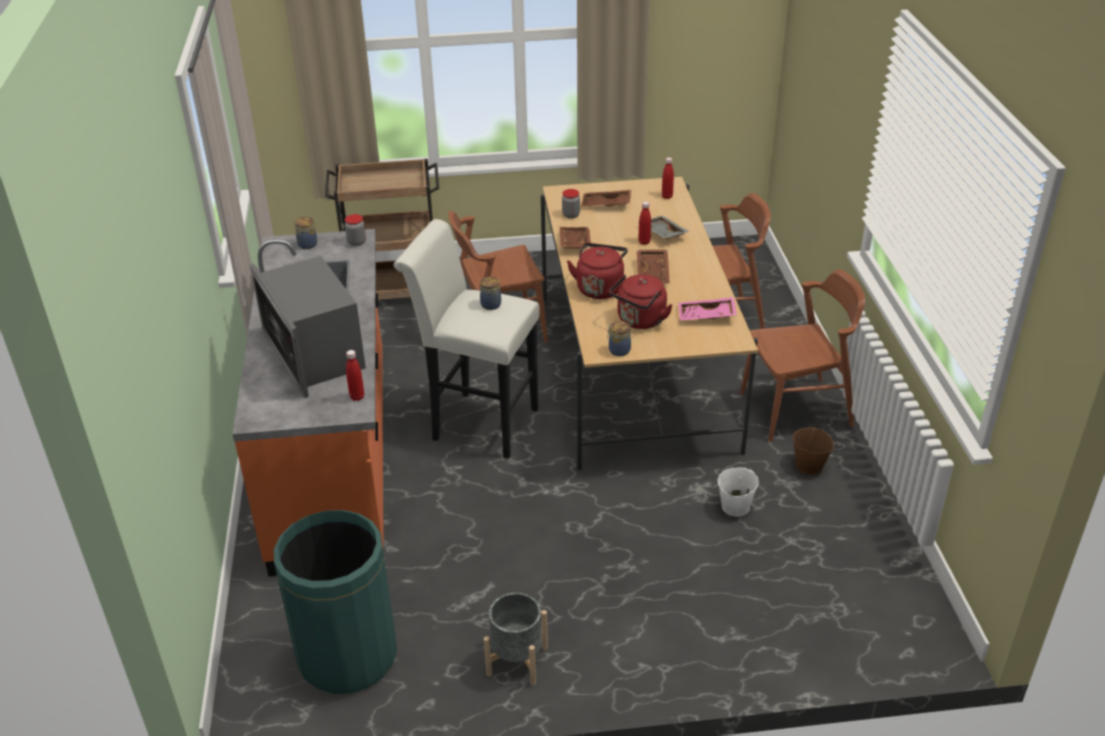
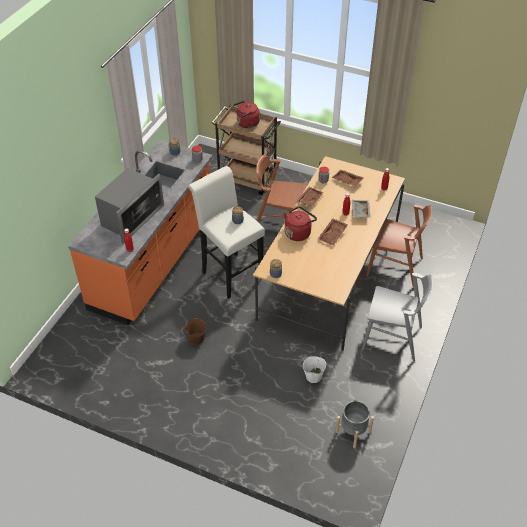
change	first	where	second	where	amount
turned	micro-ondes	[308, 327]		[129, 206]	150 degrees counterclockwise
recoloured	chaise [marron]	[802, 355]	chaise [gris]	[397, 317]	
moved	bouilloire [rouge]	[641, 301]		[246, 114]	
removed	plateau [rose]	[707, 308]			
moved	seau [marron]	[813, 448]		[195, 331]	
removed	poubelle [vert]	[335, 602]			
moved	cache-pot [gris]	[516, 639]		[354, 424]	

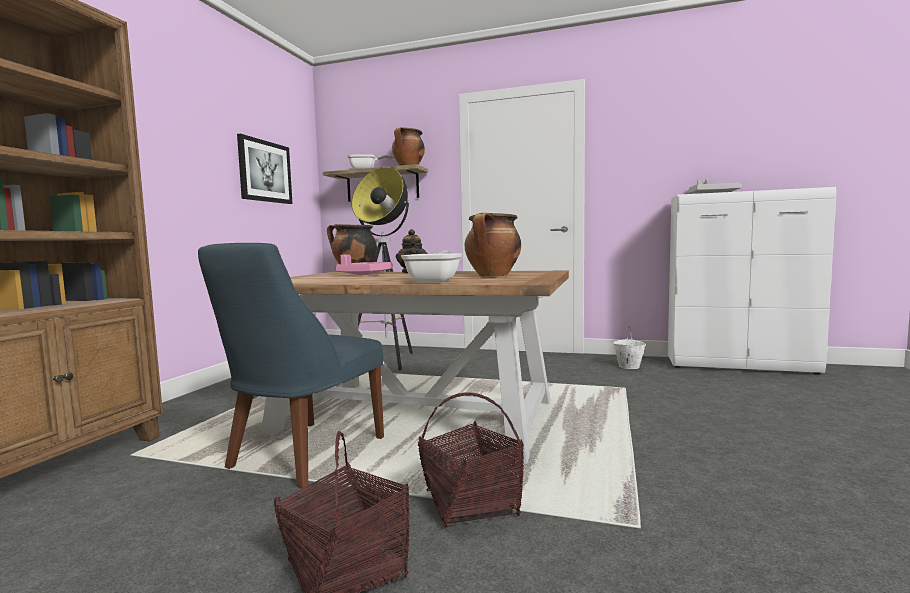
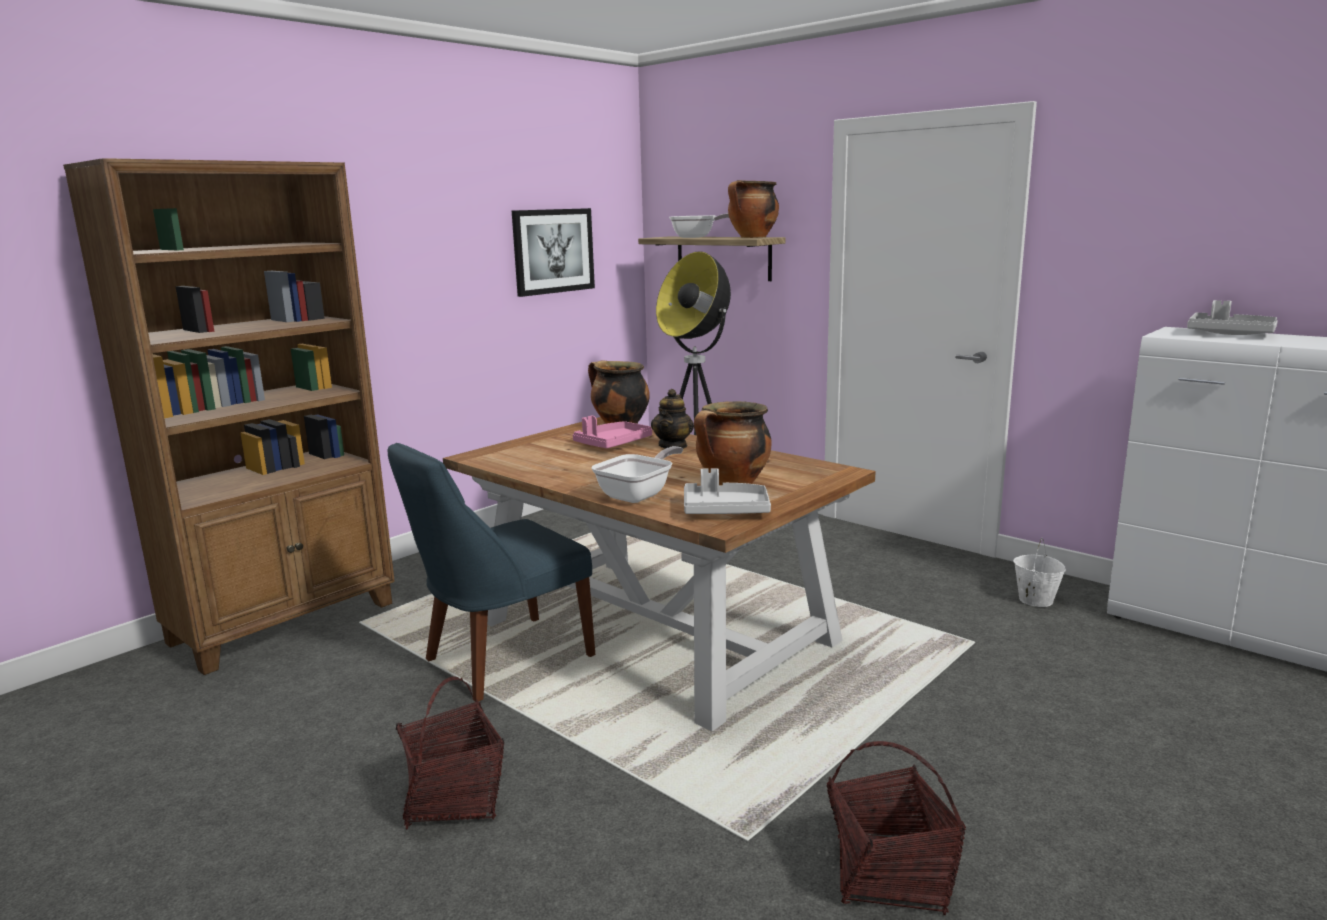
change	first	where	second	where	amount
moved	panier	[471, 460]		[896, 828]	
added			plateau [gris]	[727, 491]	

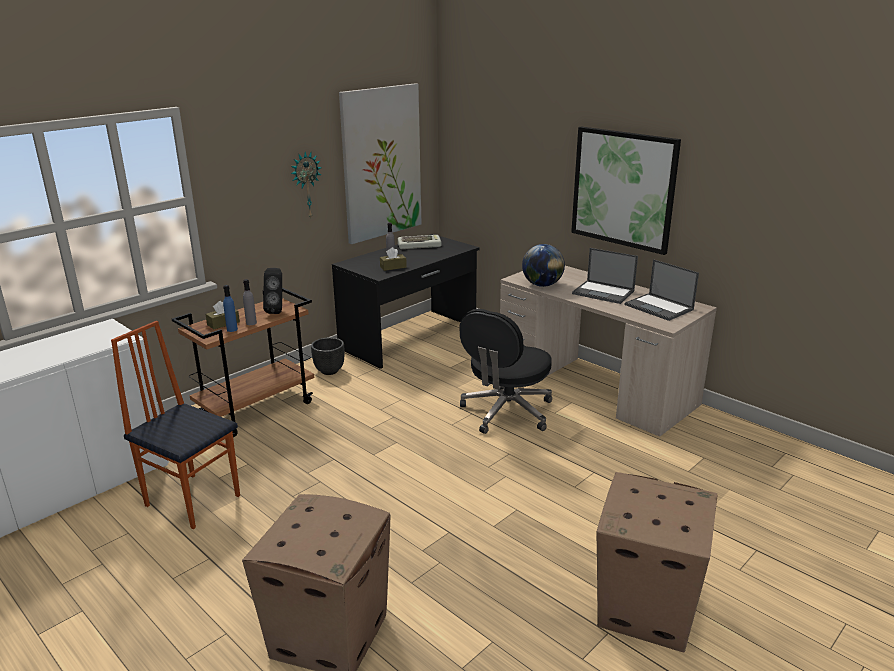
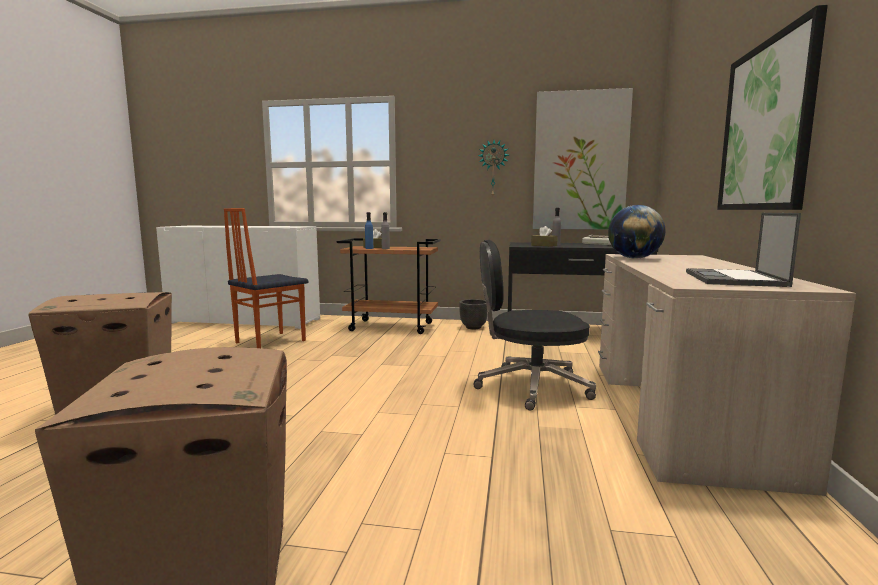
change	first	where	second	where	amount
removed	ordinateur portable	[605, 276]			
removed	enceinte [noir]	[272, 291]			
turned	chaise	[175, 425]		[266, 278]	135 degrees counterclockwise

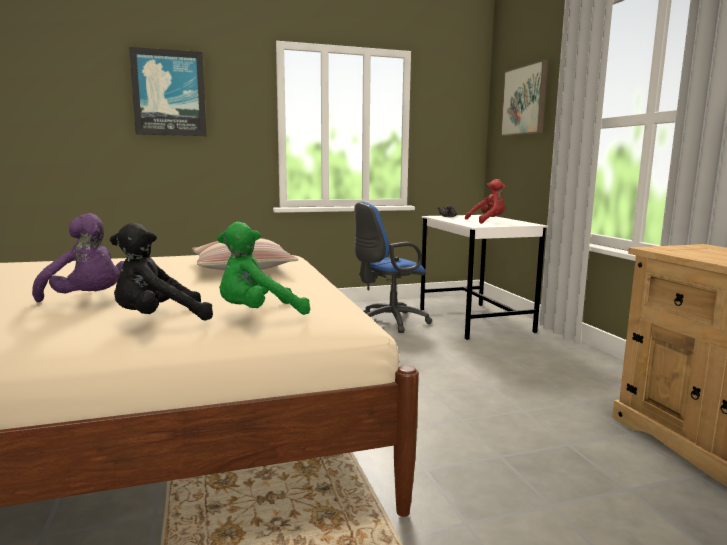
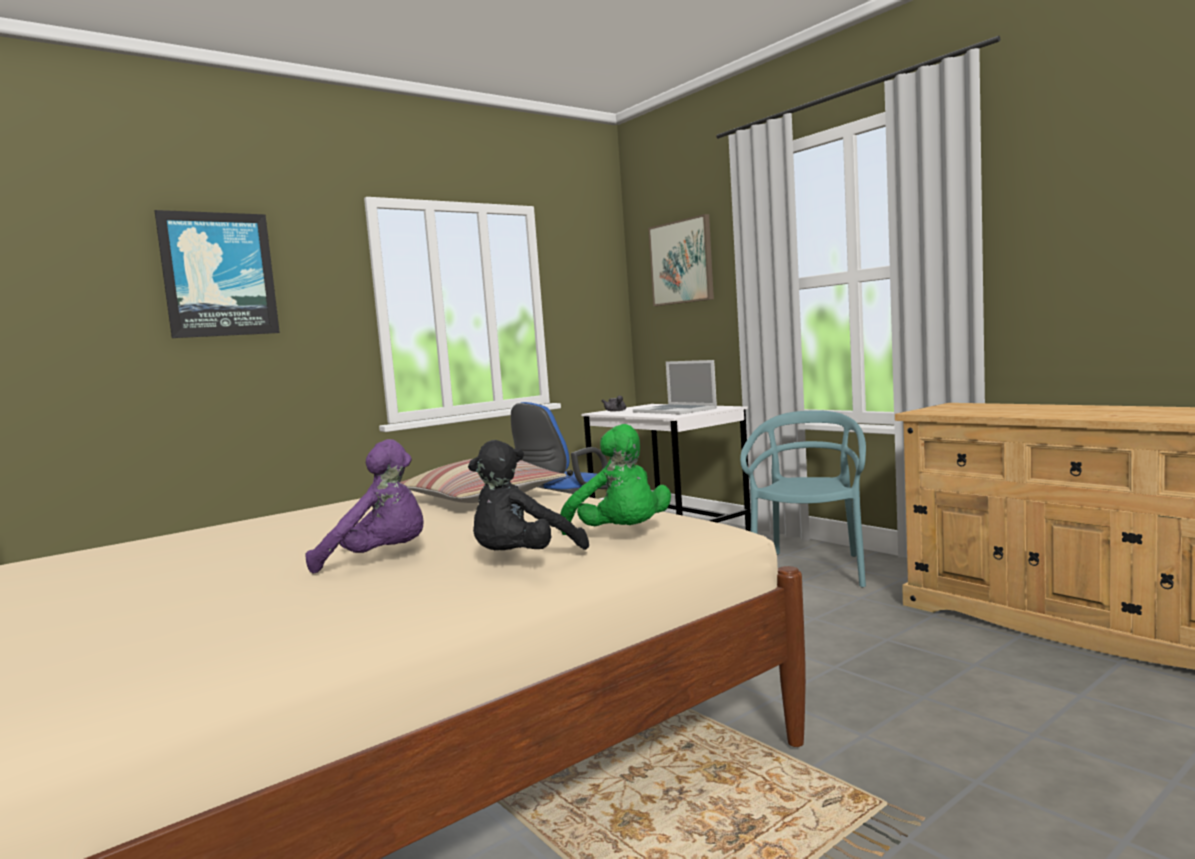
change	first	where	second	where	amount
replaced	peluche [rouge]	[485, 201]	ordinateur portable	[675, 387]	
turned	peluche [vert]	[263, 268]		[615, 479]	75 degrees counterclockwise
added			chaise [turquoise]	[803, 498]	

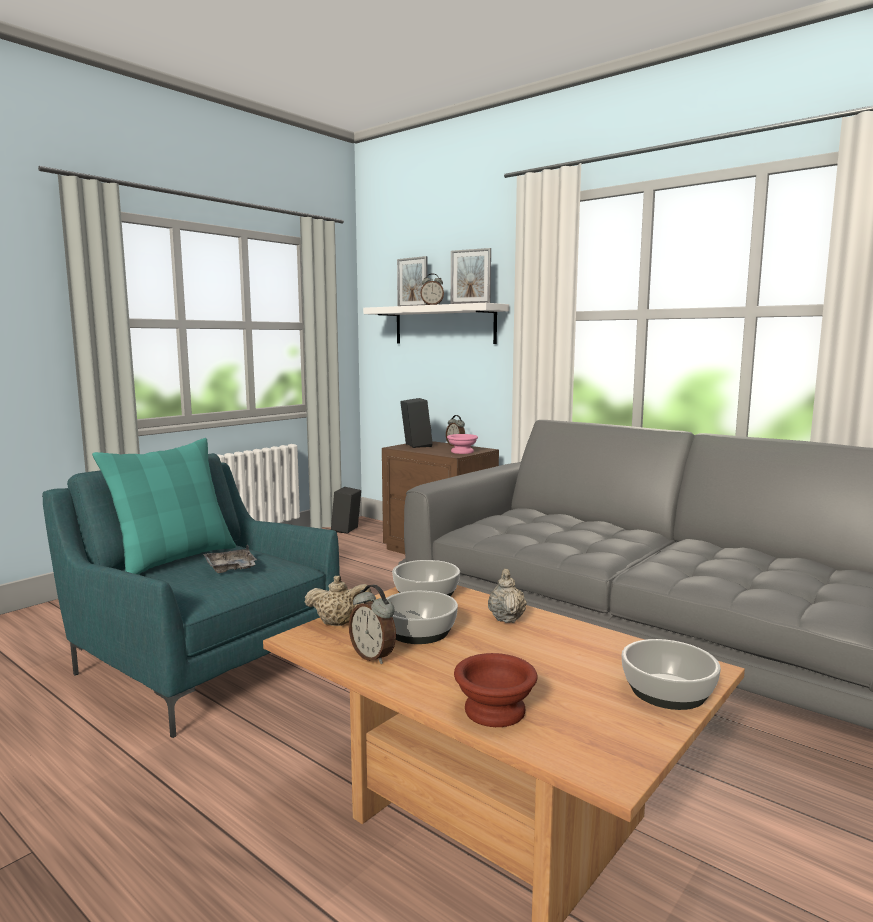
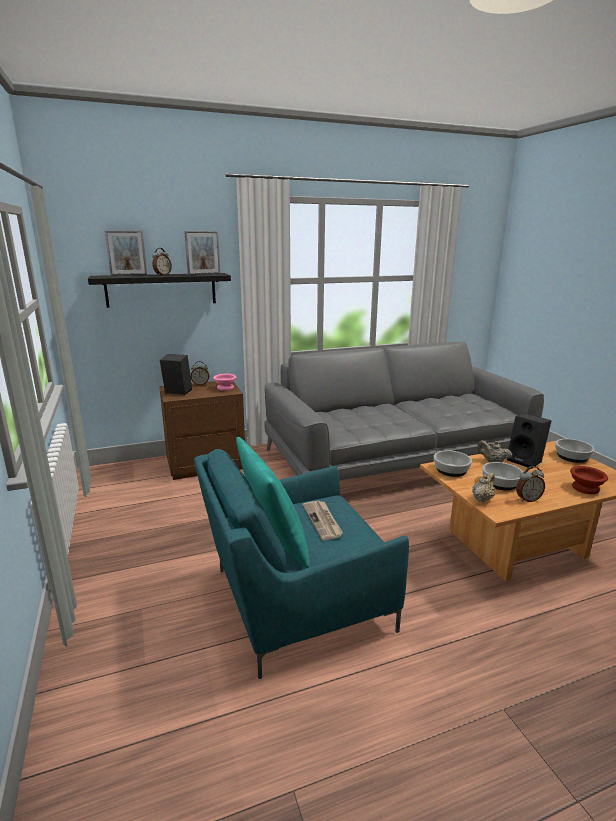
change	first	where	second	where	amount
recoloured	étagère [blanc]	[436, 323]	étagère [noir]	[159, 290]	
moved	enceinte [noir]	[346, 510]		[529, 441]	
replaced	plateau [gris]	[230, 559]	journal	[322, 521]	

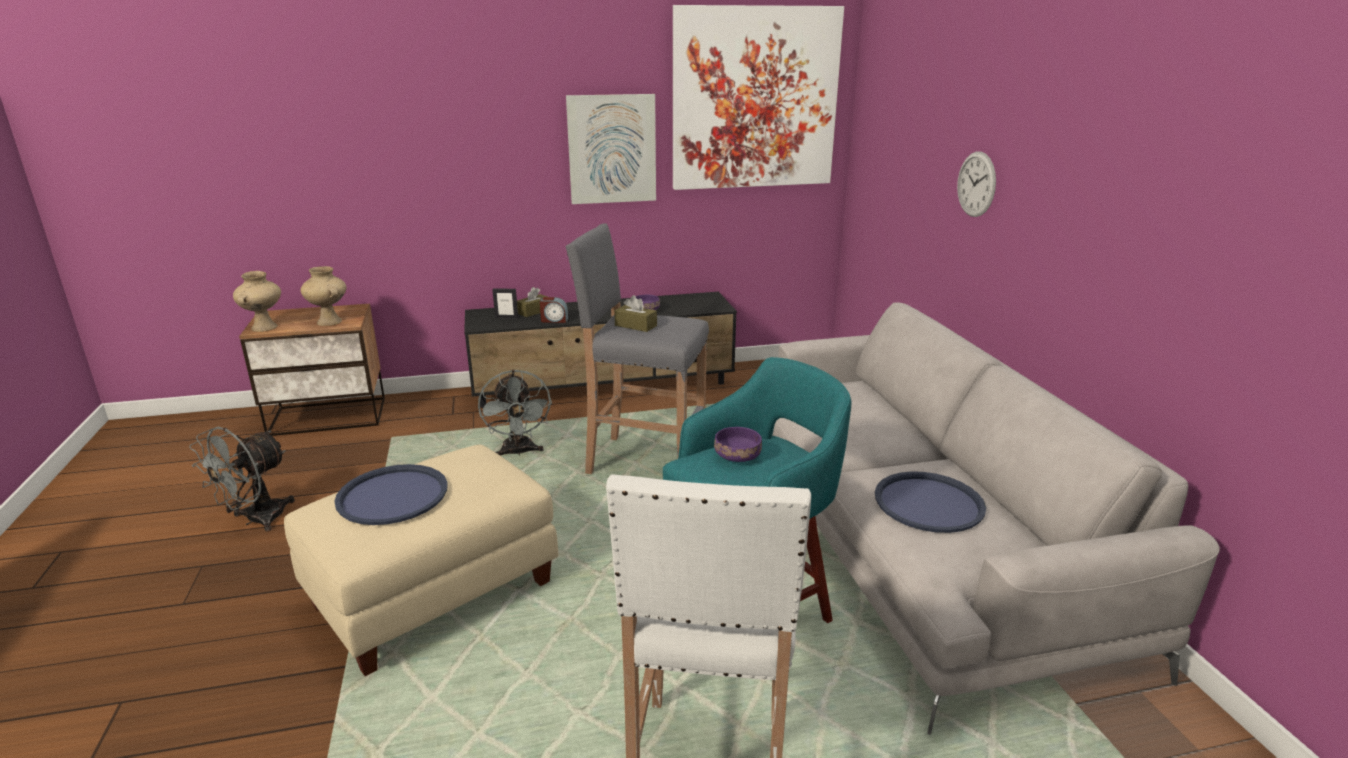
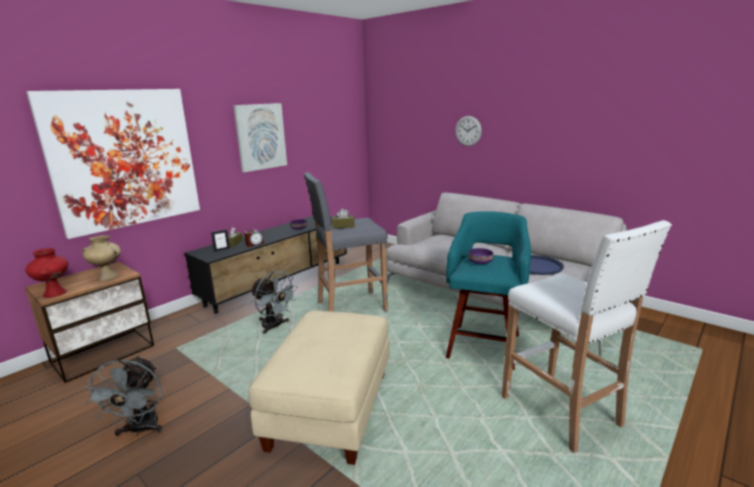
change	first	where	second	where	amount
moved	tableau	[758, 97]		[113, 164]	
recoloured	vase [beige]	[257, 301]	vase [rouge]	[47, 273]	
removed	plateau [bleu]	[391, 494]			

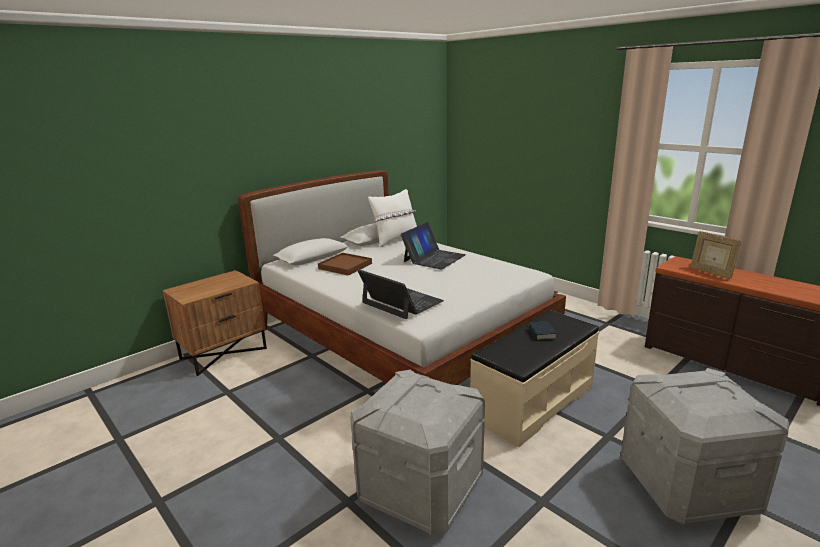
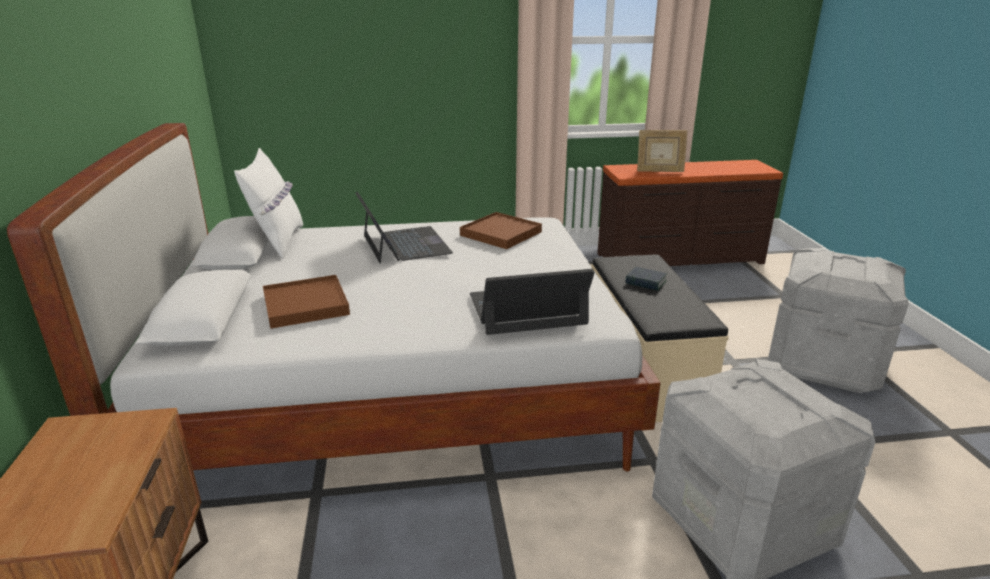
change	first	where	second	where	amount
added			plateau [marron]	[501, 230]	

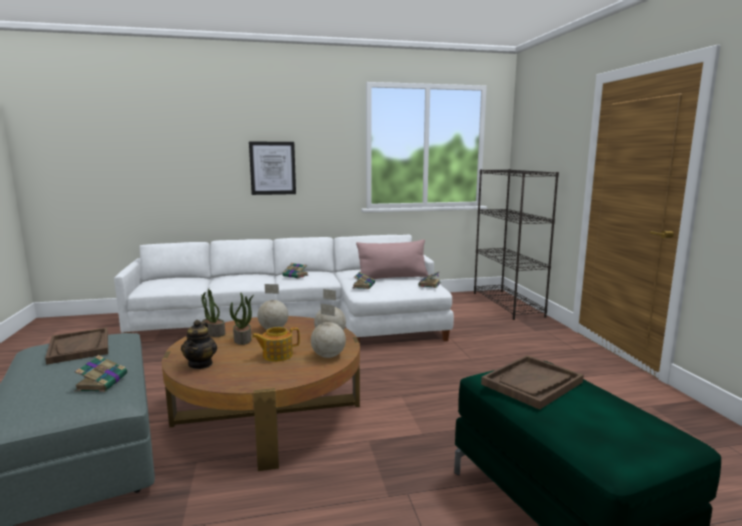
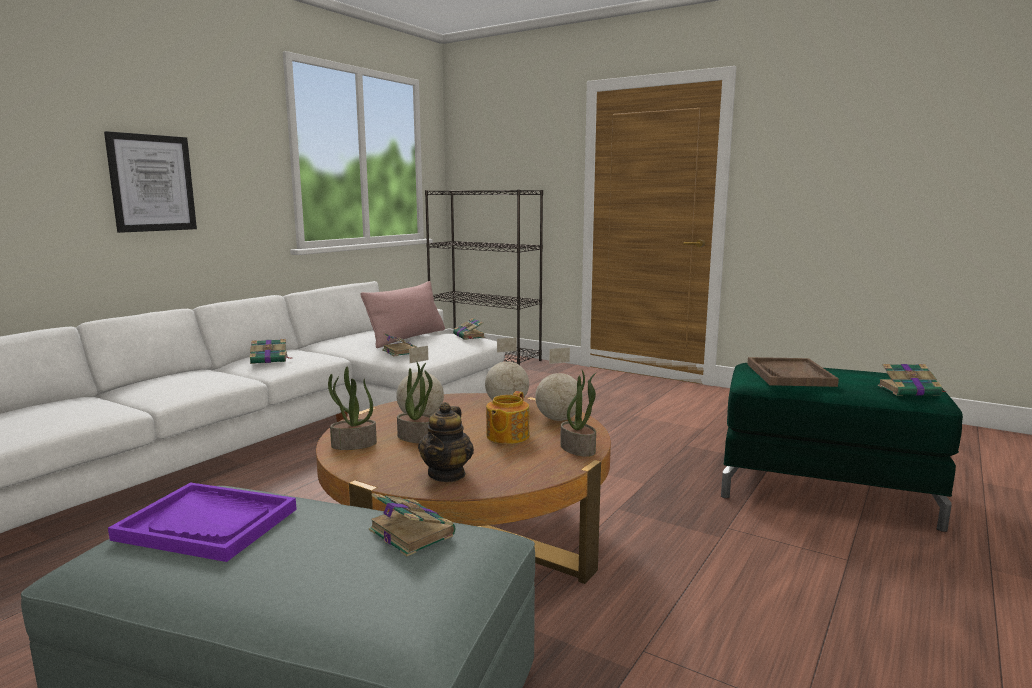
change	first	where	second	where	amount
turned	théière	[199, 344]		[446, 442]	60 degrees clockwise
recoloured	plateau [marron]	[76, 346]	plateau [violet]	[202, 522]	
added			livre	[912, 380]	
added			plante en pot	[578, 413]	

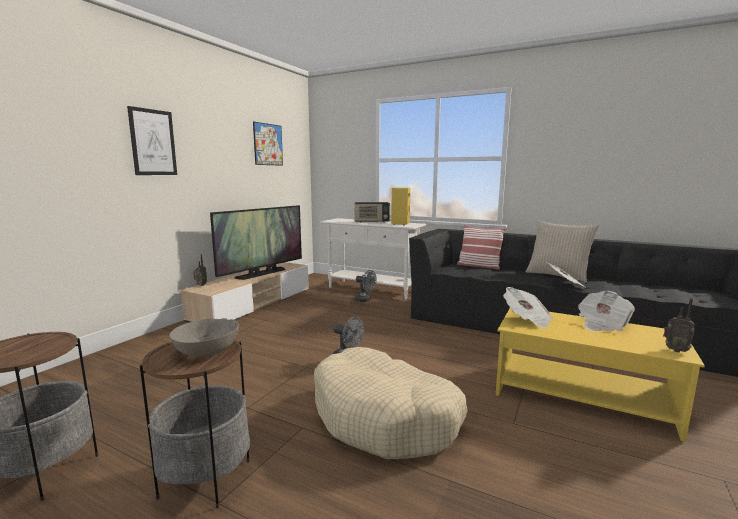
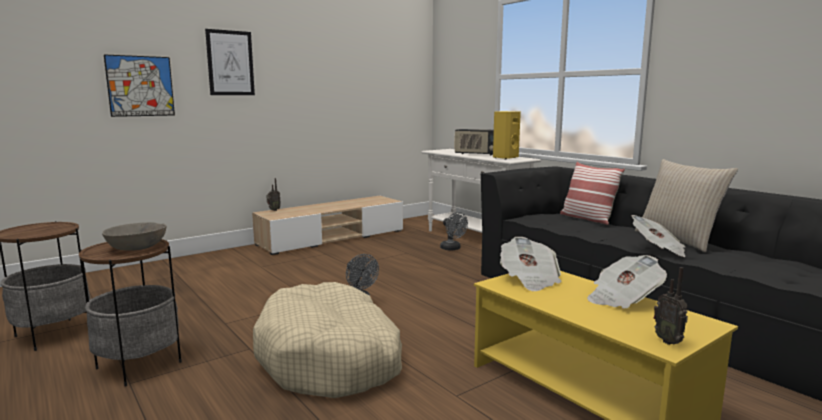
change	first	where	second	where	amount
moved	tableau	[268, 144]		[139, 85]	
removed	téléviseur	[256, 242]			

